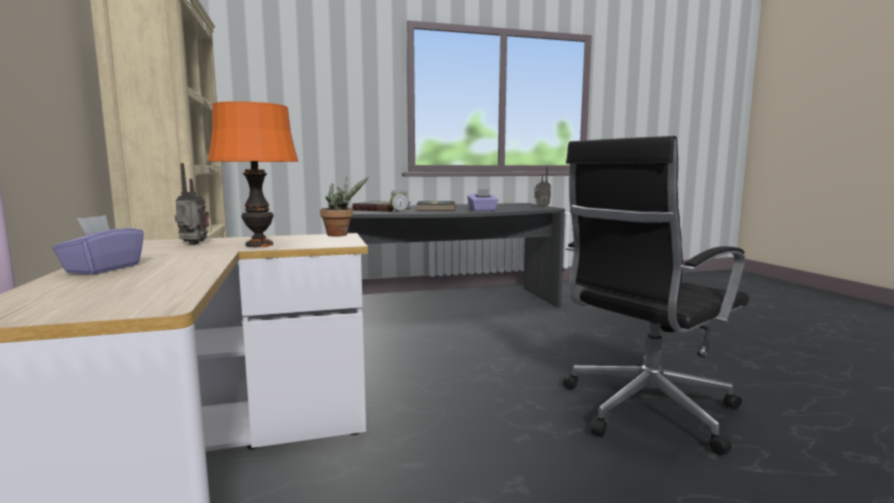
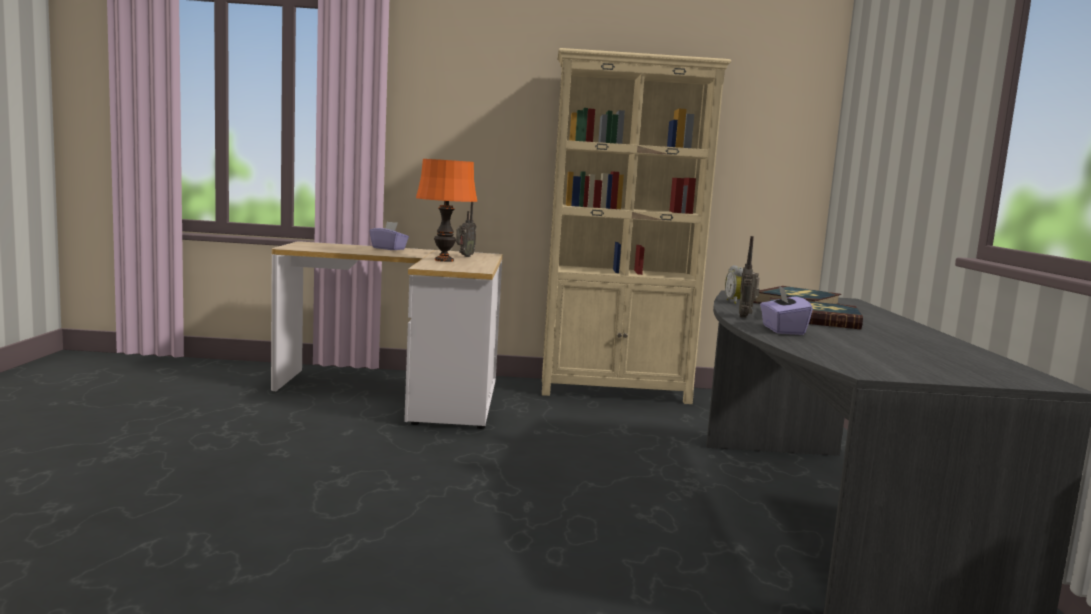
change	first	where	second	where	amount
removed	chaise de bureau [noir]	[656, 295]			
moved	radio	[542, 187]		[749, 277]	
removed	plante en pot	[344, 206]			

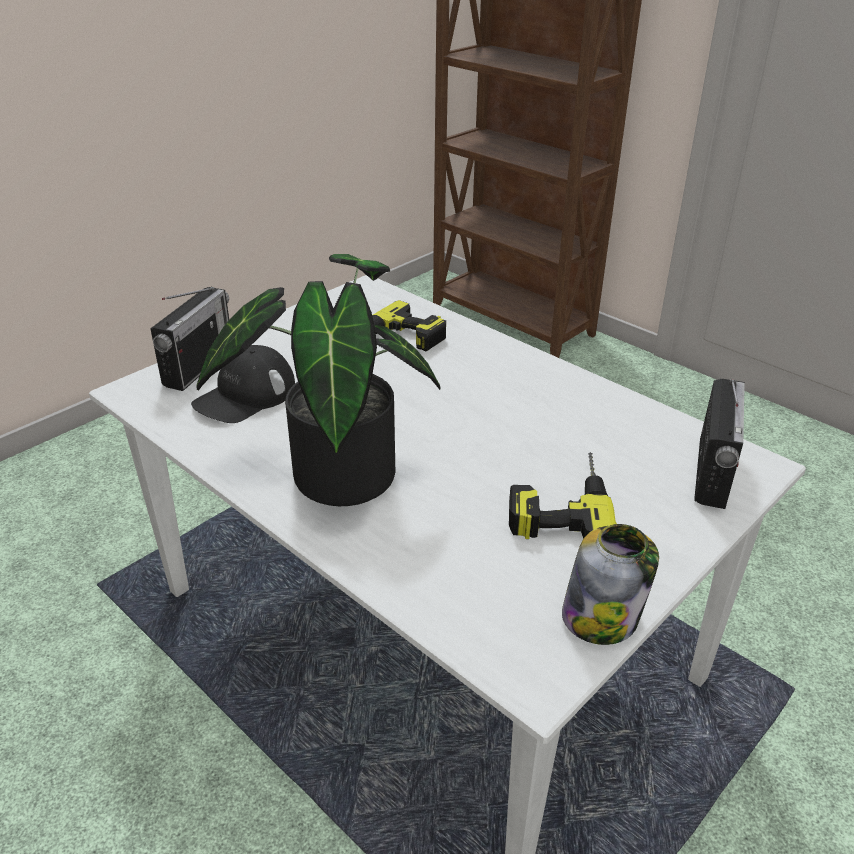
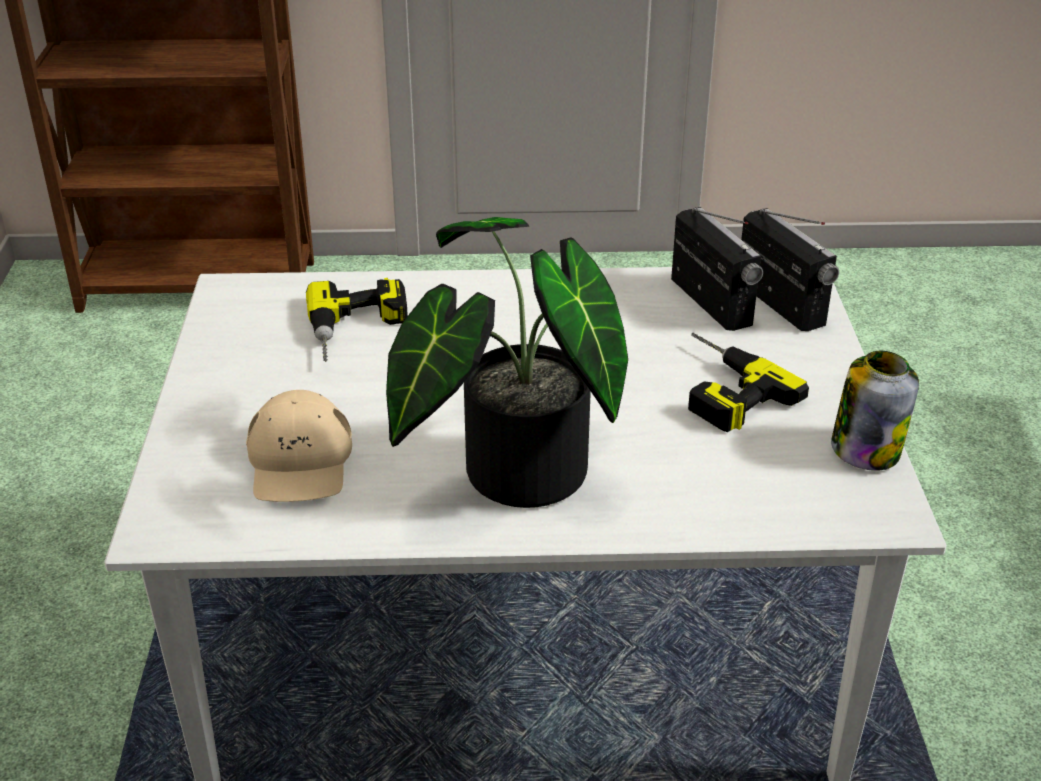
change	first	where	second	where	amount
moved	radio	[189, 339]		[717, 269]	
recoloured	casquette [noir]	[243, 384]	casquette [beige]	[299, 446]	

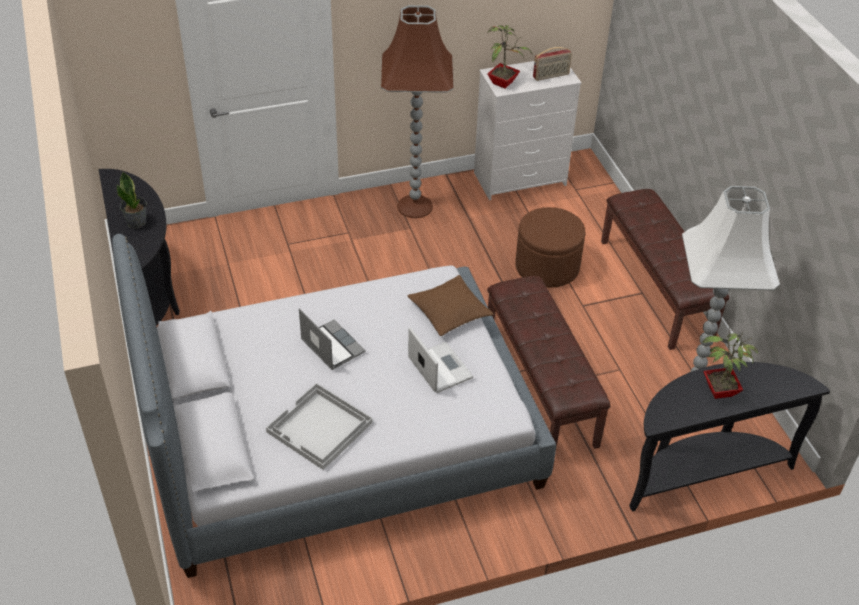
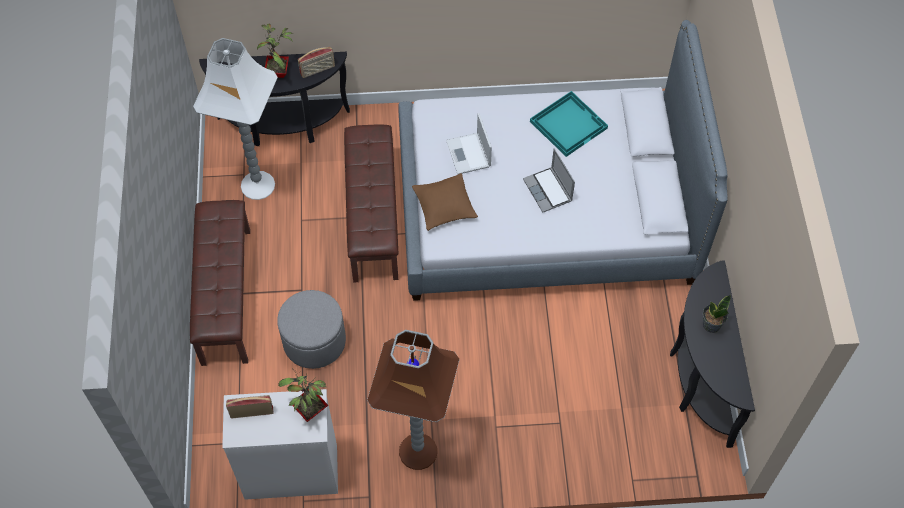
change	first	where	second	where	amount
recoloured	pouf [marron]	[550, 247]	pouf [gris]	[311, 329]	
recoloured	plateau [blanc]	[319, 426]	plateau [turquoise]	[569, 124]	
added			radio	[316, 62]	

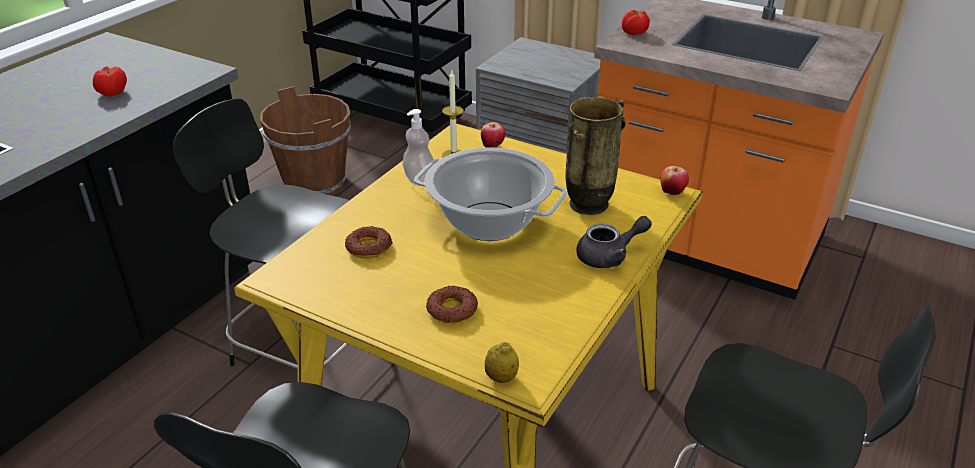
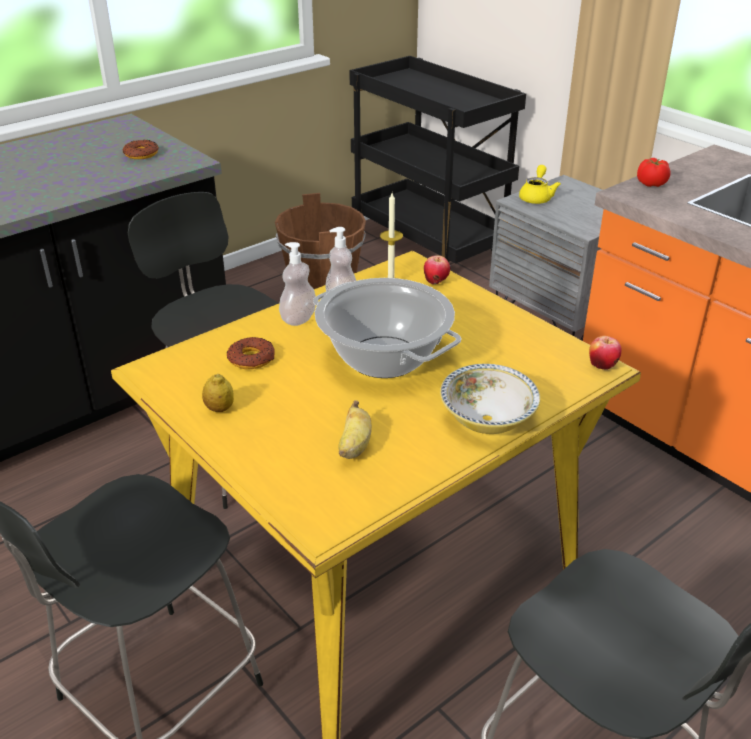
change	first	where	second	where	amount
removed	tomate	[110, 81]			
removed	vase	[596, 156]			
replaced	théière [gris]	[614, 242]	bol	[490, 399]	
moved	beignet	[452, 305]		[141, 149]	
moved	citron	[502, 362]		[218, 393]	
added			théière [jaune]	[540, 184]	
added			distributeur de savon	[297, 284]	
added			banane	[355, 429]	

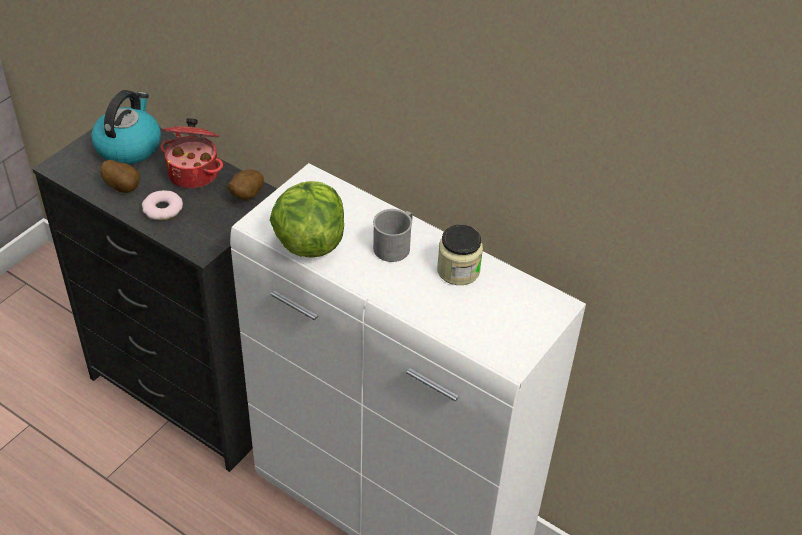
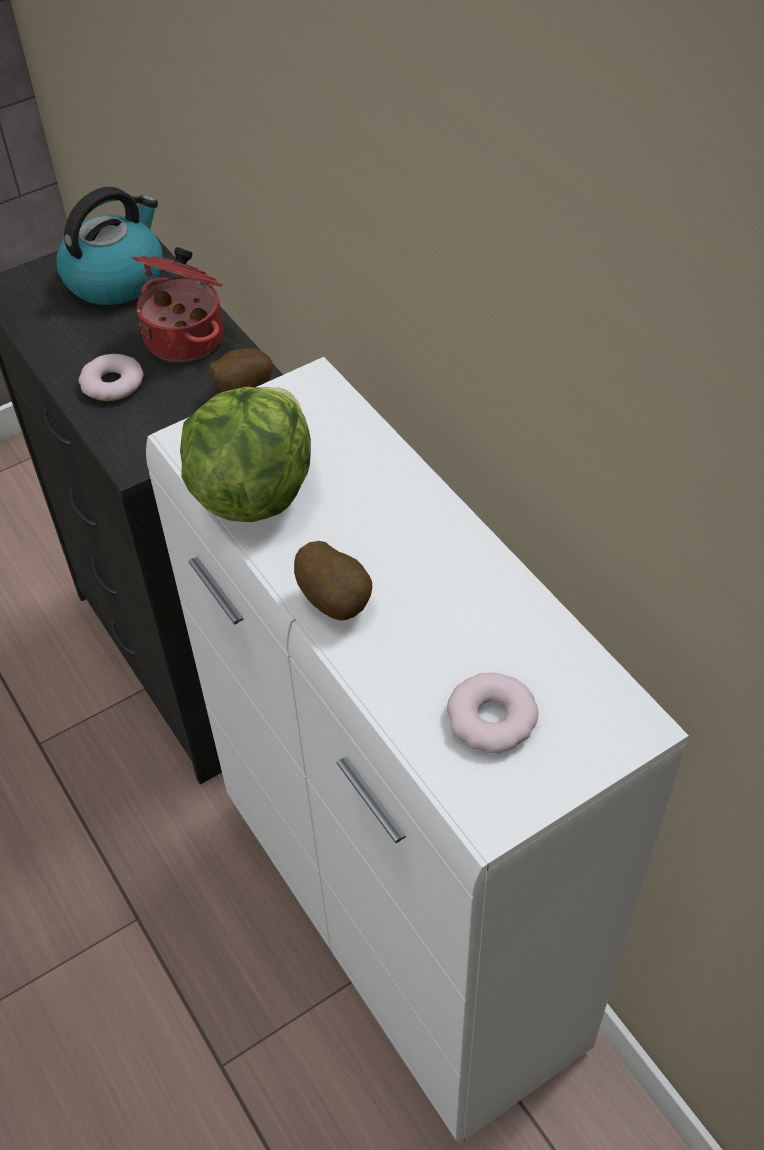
change	first	where	second	where	amount
moved	pomme de terre	[120, 176]		[333, 581]	
removed	mug [gris]	[393, 235]			
removed	bocal	[460, 255]			
added			beignet	[492, 713]	

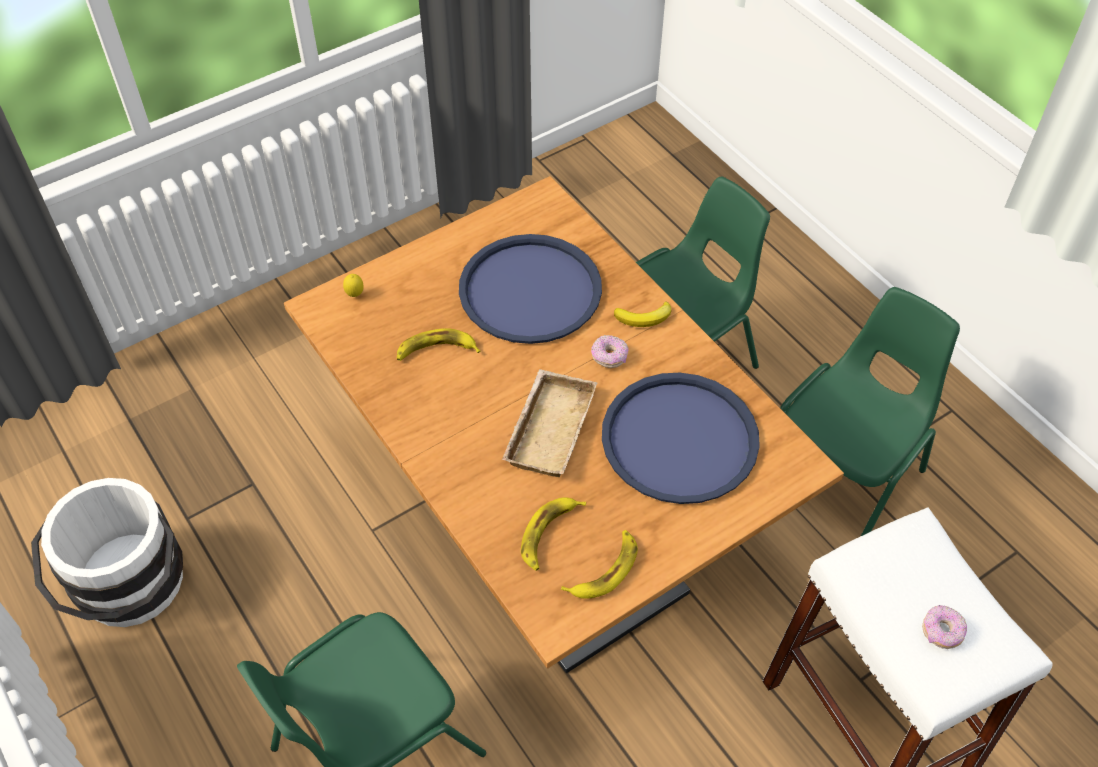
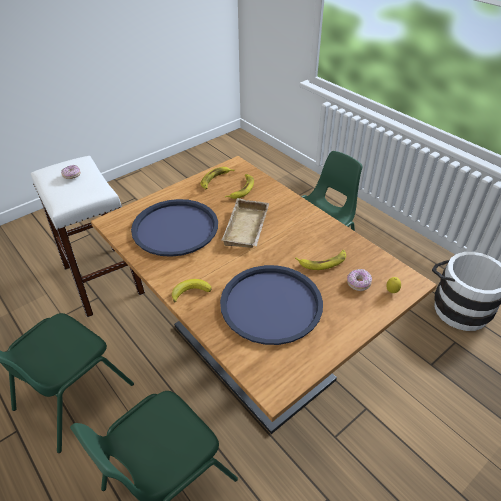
change	first	where	second	where	amount
moved	beignet	[610, 351]		[359, 280]	

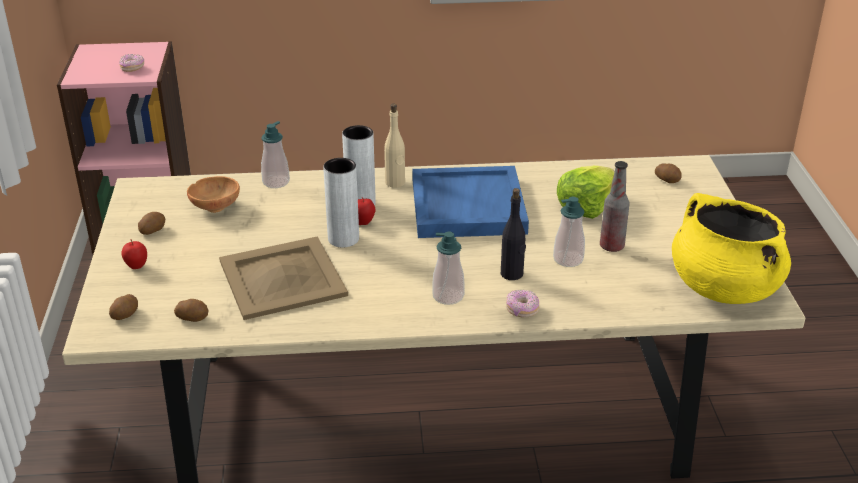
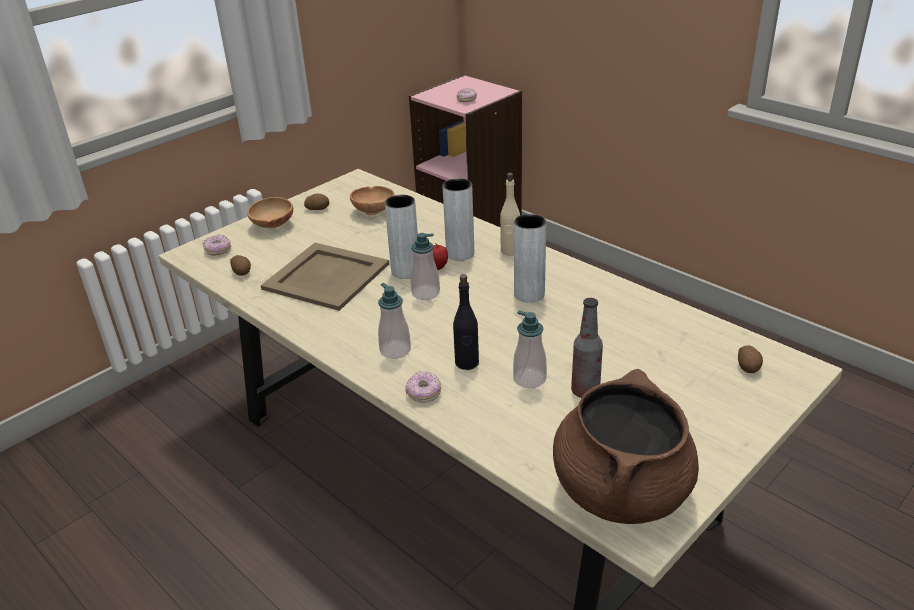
change	first	where	second	where	amount
moved	distributeur de savon	[275, 154]		[425, 266]	
removed	laitue	[586, 192]			
replaced	plateau [bleu]	[470, 202]	vase [gris]	[530, 258]	
recoloured	marmite [jaune]	[731, 248]	marmite [marron]	[626, 446]	
replaced	pomme	[134, 254]	bol [marron]	[270, 212]	
replaced	pomme de terre	[123, 307]	beignet	[217, 245]	

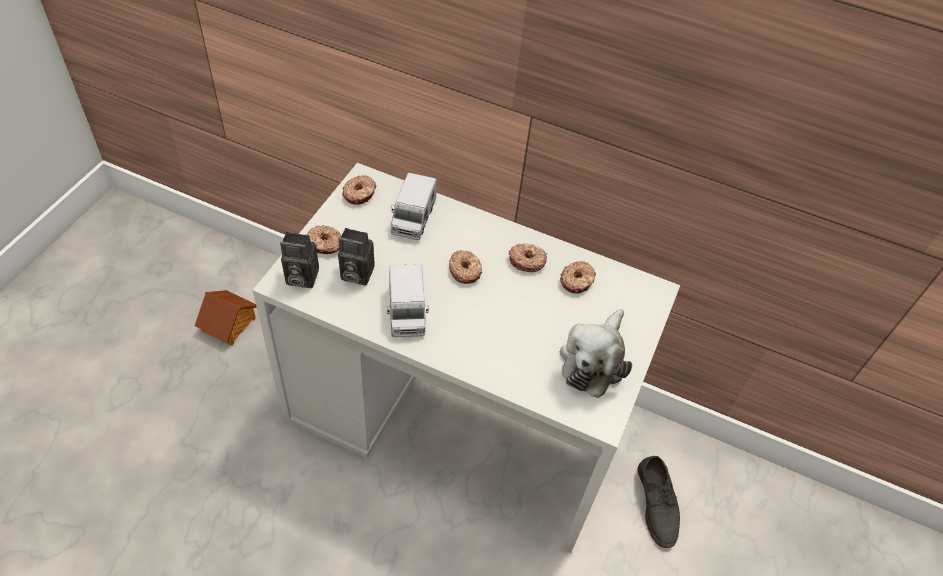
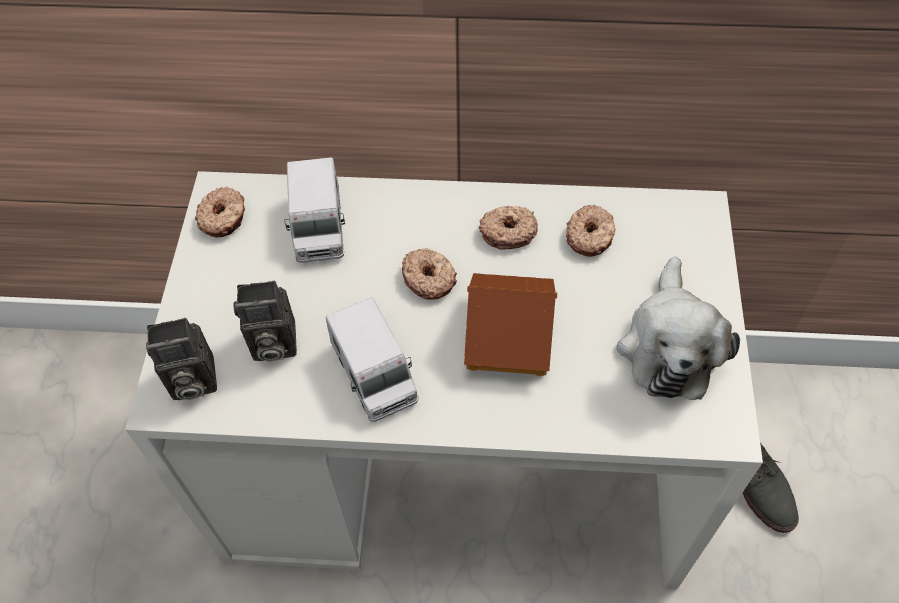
change	first	where	second	where	amount
removed	beignet	[324, 239]			
moved	maison miniature	[226, 317]		[510, 324]	

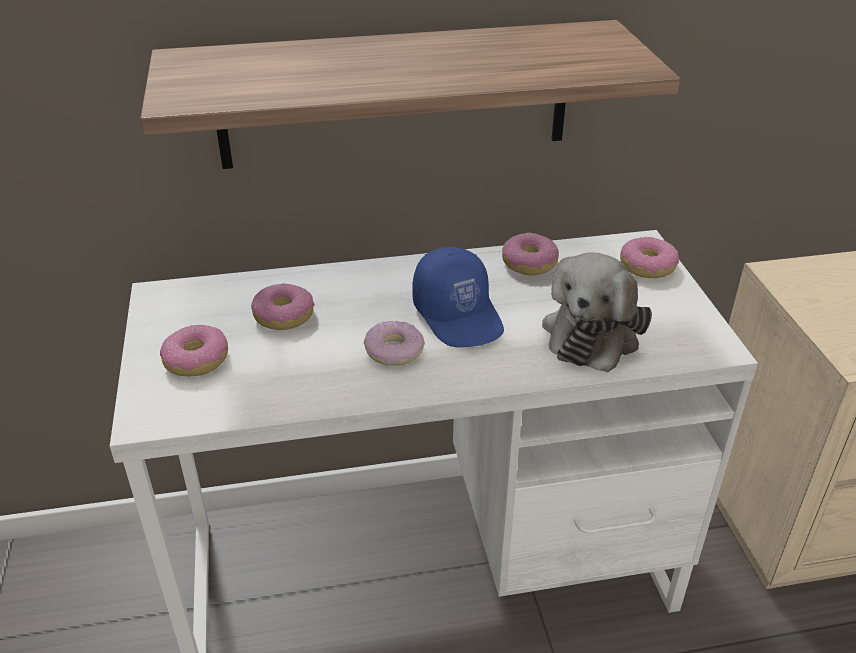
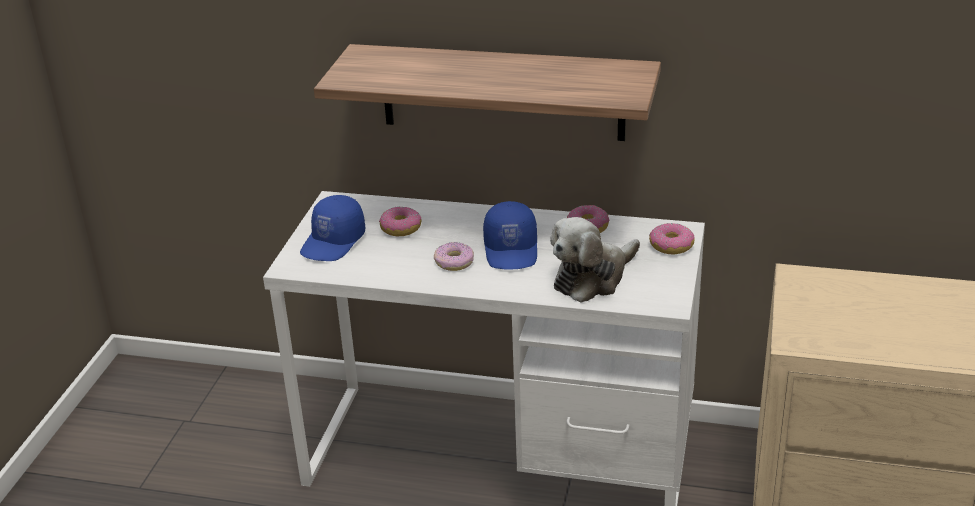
change	first	where	second	where	amount
replaced	beignet	[194, 350]	casquette [bleu]	[332, 228]	

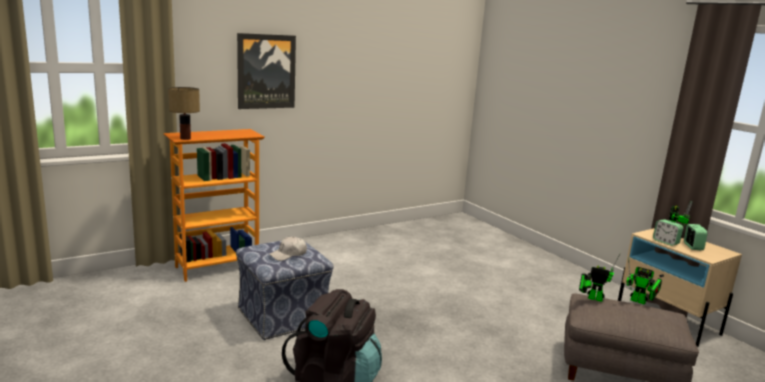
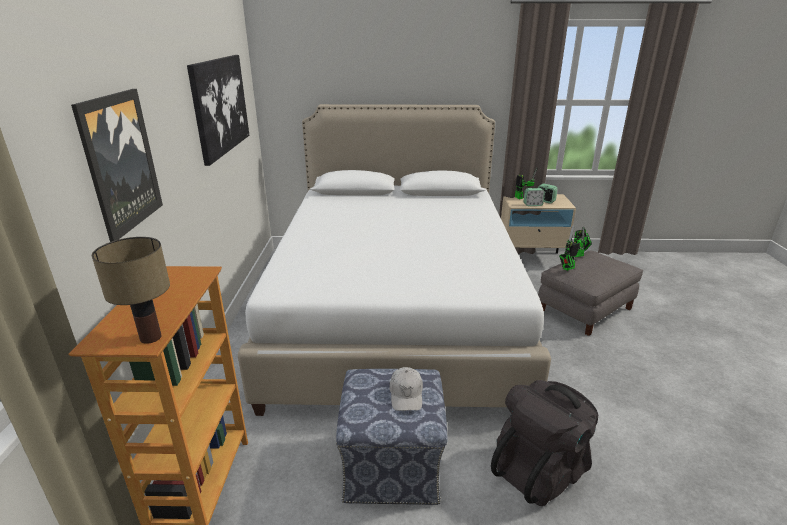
change	first	where	second	where	amount
added			tableau	[218, 110]	
added			lit [blanc]	[394, 260]	

